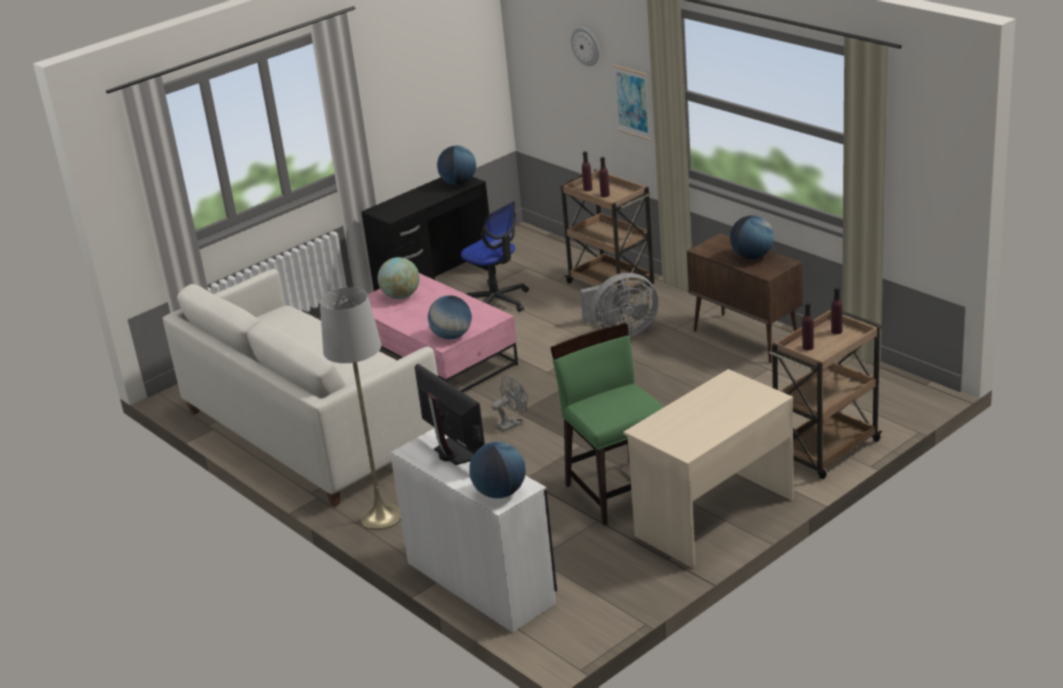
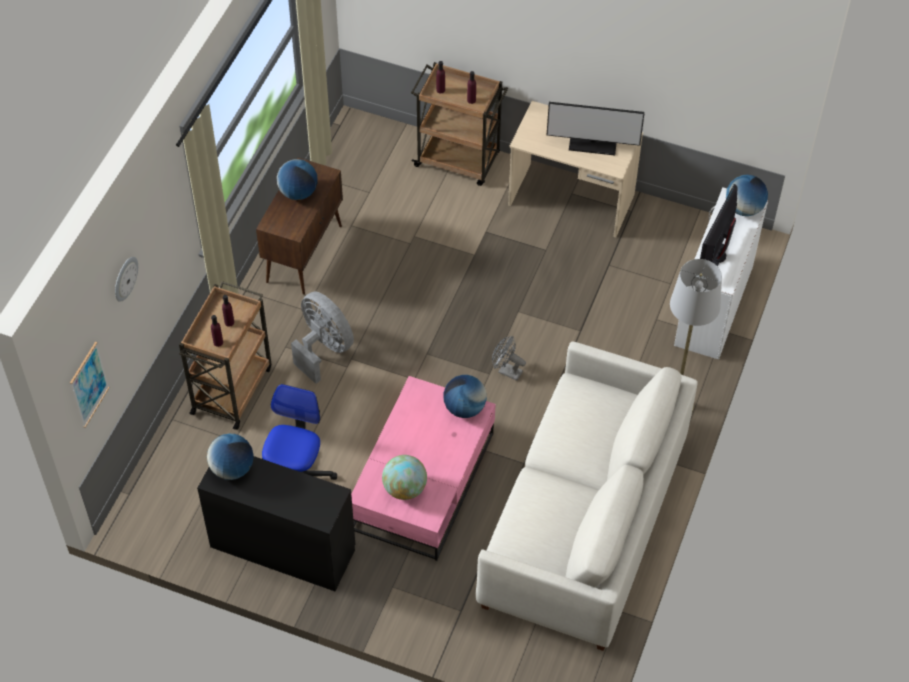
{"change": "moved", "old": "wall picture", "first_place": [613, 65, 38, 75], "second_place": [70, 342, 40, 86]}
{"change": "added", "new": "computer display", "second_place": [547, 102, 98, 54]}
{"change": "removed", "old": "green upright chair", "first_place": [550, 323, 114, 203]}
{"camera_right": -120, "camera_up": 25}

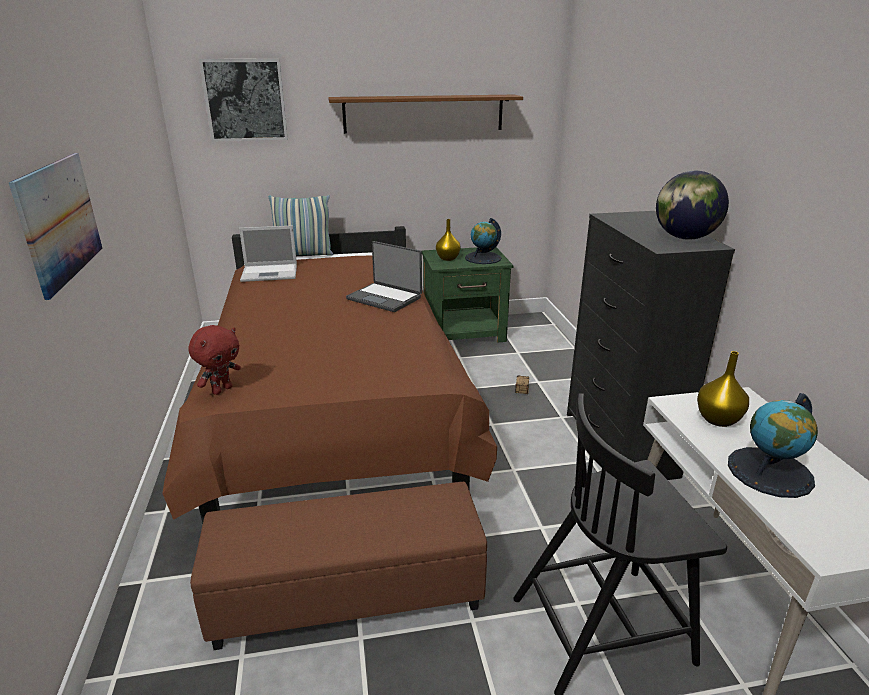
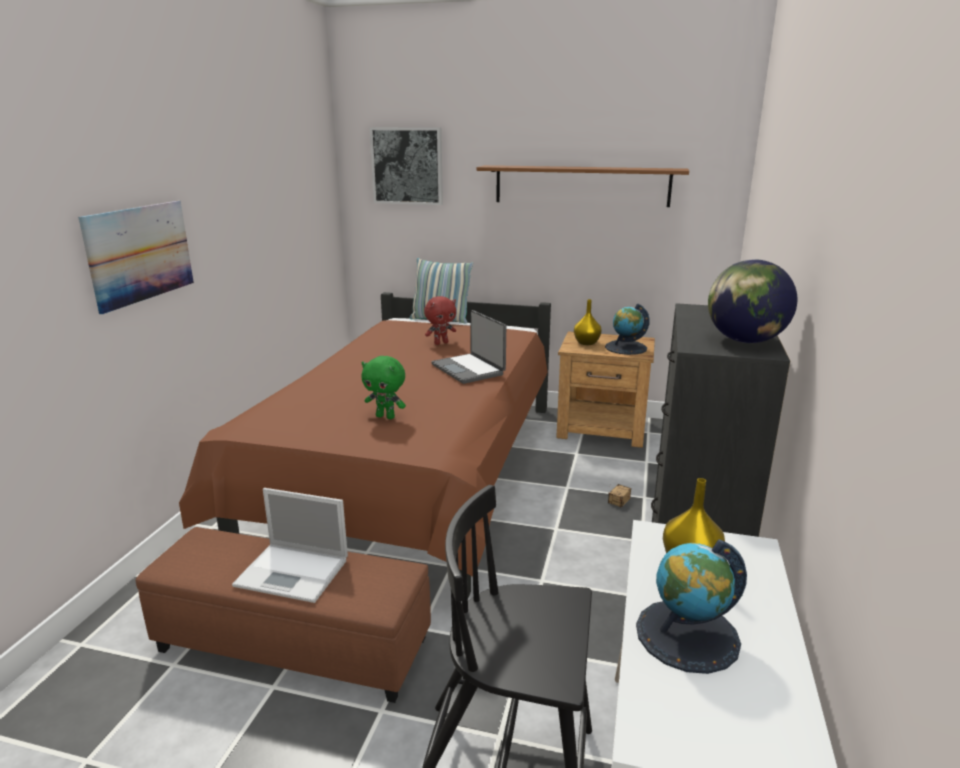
{"change": "moved", "old": "portable computer", "first_place": [239, 226, 58, 56], "second_place": [232, 488, 116, 115]}
{"change": "added", "new": "green plush toy", "second_place": [361, 356, 45, 63]}
{"change": "moved", "old": "reddish plush toy", "first_place": [188, 325, 53, 70], "second_place": [424, 296, 32, 49]}
{"change": "recoloured", "old": "green bedside table", "new": "brown bedside table", "first_place": [422, 247, 91, 96], "second_place": [556, 331, 99, 117]}
{"camera_right": 25, "camera_up": -5}

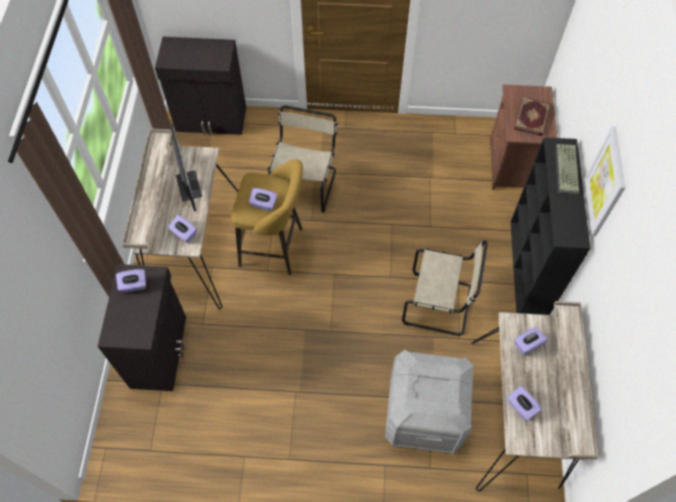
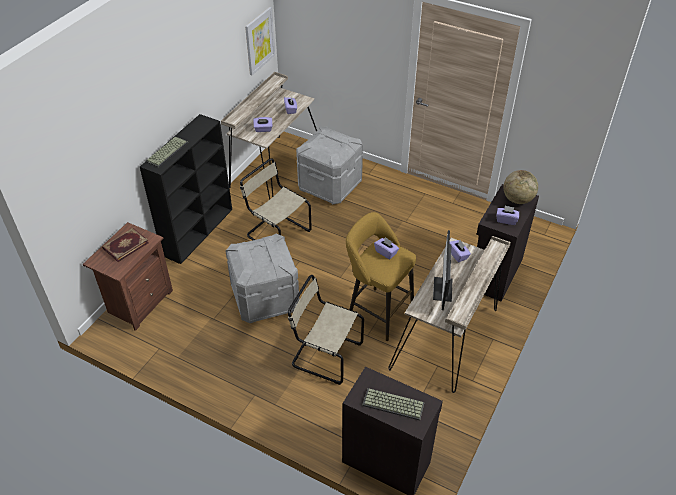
{"change": "added", "new": "greyish storage box", "second_place": [226, 233, 73, 90]}
{"change": "moved", "old": "wall picture", "first_place": [585, 126, 40, 110], "second_place": [245, 7, 30, 68]}
{"change": "turned", "old": "beige upright chair", "first_place": [268, 105, 70, 108], "second_place": [288, 275, 76, 110], "degrees": 75}
{"change": "added", "new": "keyboard", "second_place": [362, 388, 62, 33]}
{"change": "added", "new": "world globe", "second_place": [503, 170, 35, 34]}
{"camera_right": -155, "camera_up": -15}

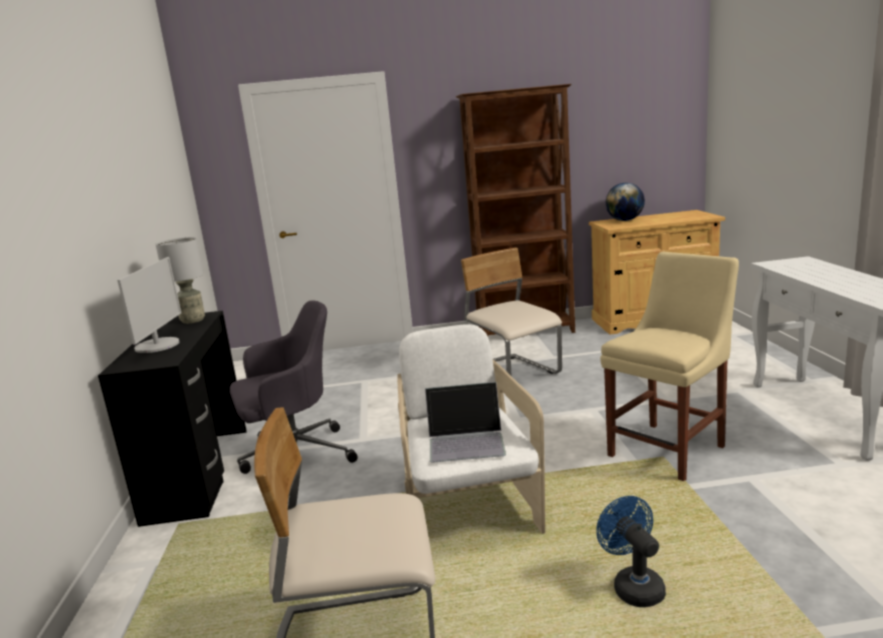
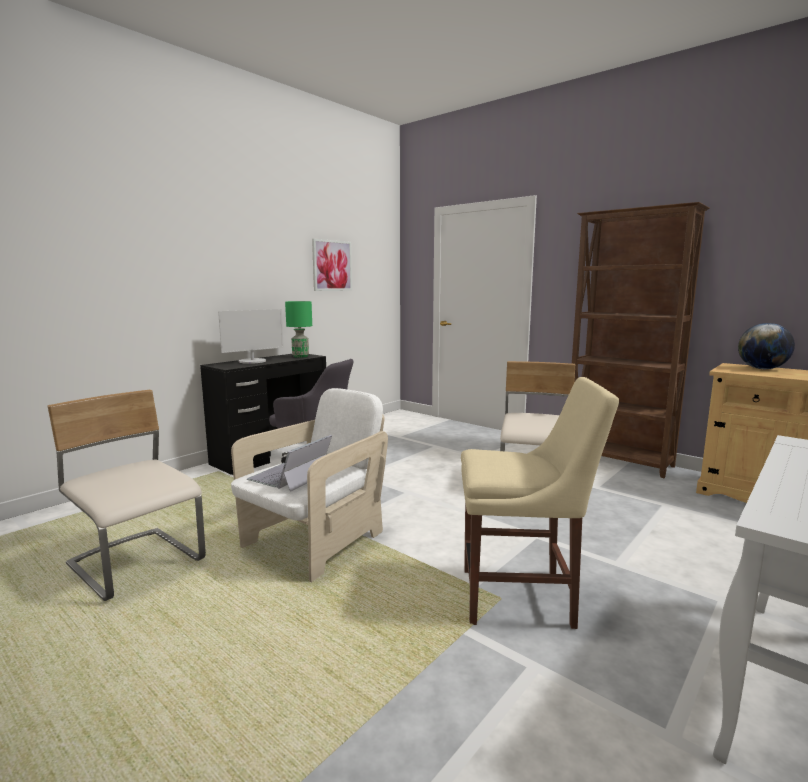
{"change": "turned", "old": "portable computer", "first_place": [425, 382, 81, 81], "second_place": [247, 435, 85, 57], "degrees": 75}
{"change": "recoloured", "old": "greyish table lamp", "new": "green table lamp", "first_place": [155, 237, 50, 87], "second_place": [285, 301, 27, 57]}
{"change": "added", "new": "wall picture", "second_place": [312, 239, 40, 52]}
{"change": "removed", "old": "blue fan", "first_place": [596, 496, 70, 111]}
{"camera_right": 45, "camera_up": -5}

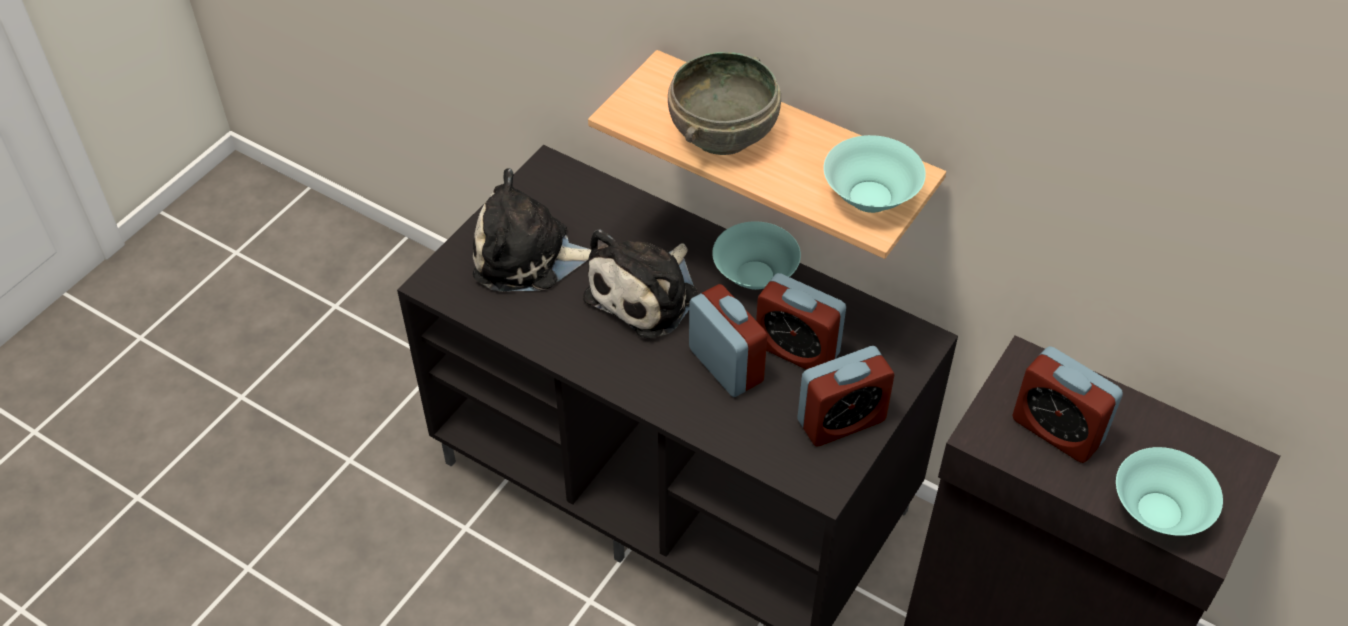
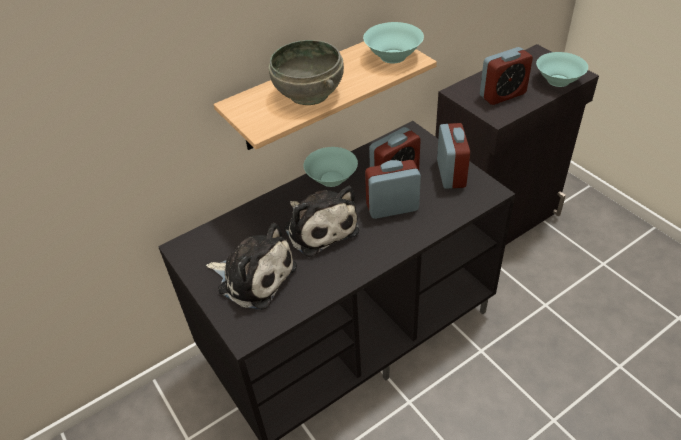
{"change": "turned", "old": "plush toy", "first_place": [473, 168, 118, 123], "second_place": [206, 223, 91, 87], "degrees": -90}
{"camera_right": -65, "camera_up": -5}

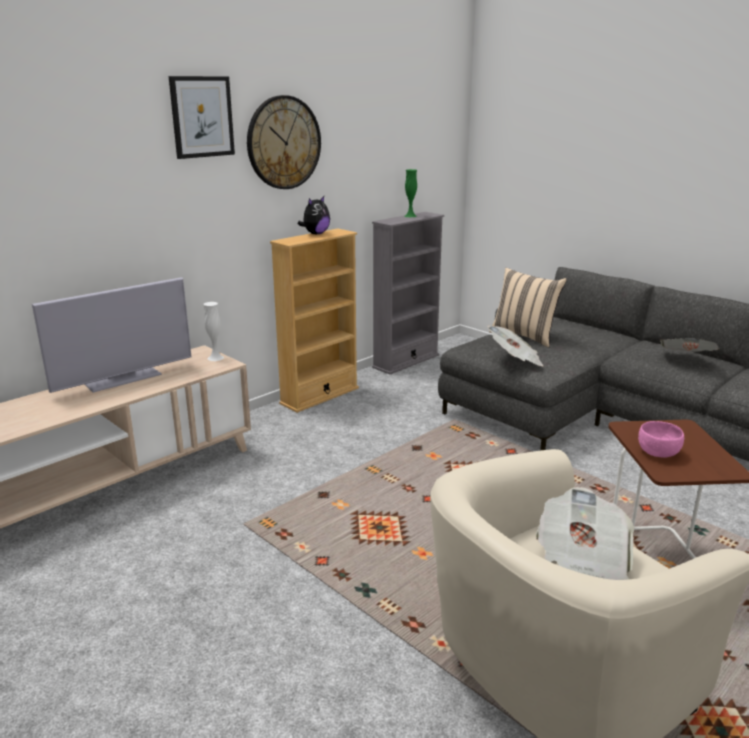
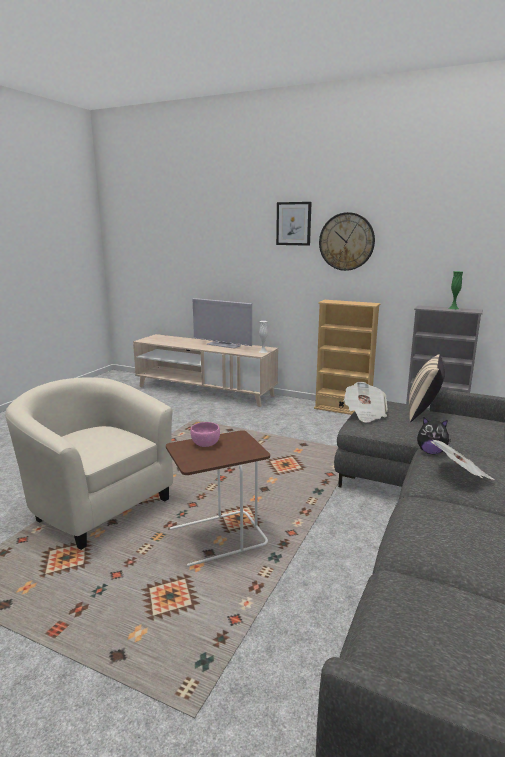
{"change": "moved", "old": "plush toy", "first_place": [298, 196, 32, 38], "second_place": [417, 418, 34, 36]}
{"change": "removed", "old": "printed paper", "first_place": [536, 487, 98, 93]}
{"camera_right": 70, "camera_up": -5}

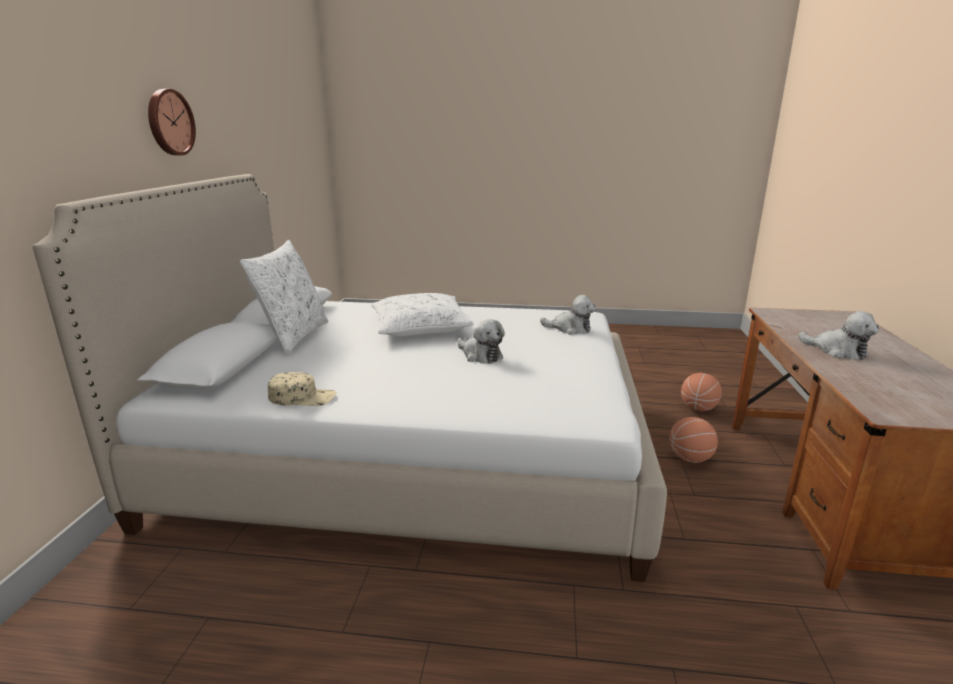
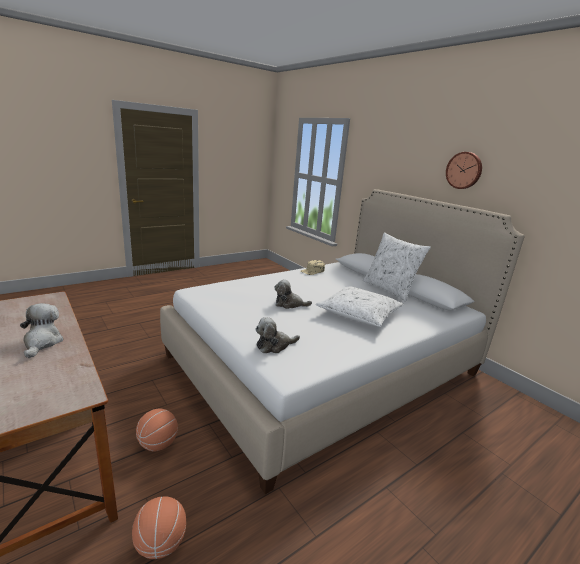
{"change": "turned", "old": "plush toy", "first_place": [799, 311, 80, 49], "second_place": [20, 303, 44, 55], "degrees": 75}
{"camera_right": 135, "camera_up": 0}

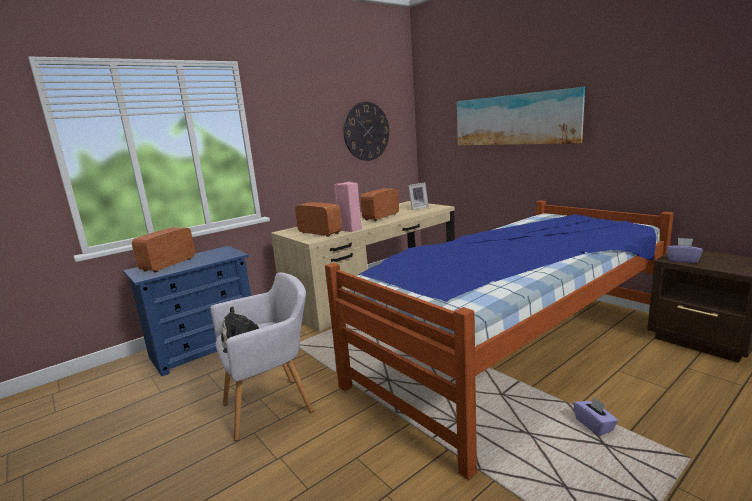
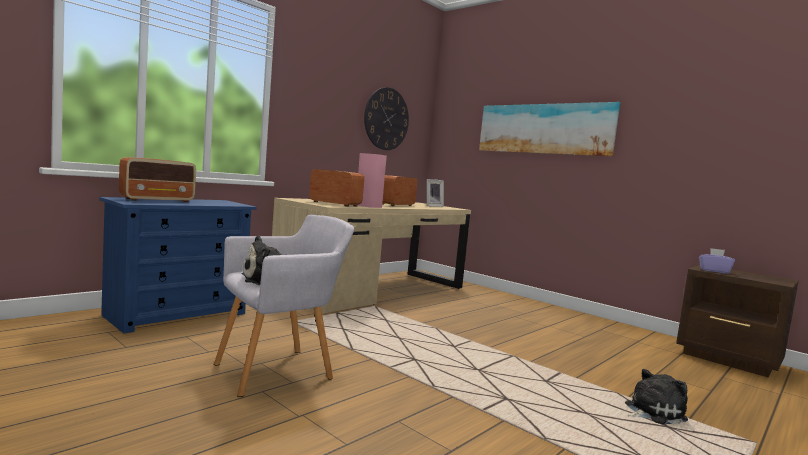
{"change": "turned", "old": "radio set", "first_place": [132, 227, 63, 46], "second_place": [119, 157, 77, 45], "degrees": -150}
{"change": "replaced", "old": "purplish box of tissues", "new": "plush toy", "first_place": [573, 396, 45, 40], "second_place": [625, 369, 63, 55]}
{"change": "removed", "old": "sleeping bed", "first_place": [325, 200, 349, 280]}
{"camera_right": -10, "camera_up": -10}

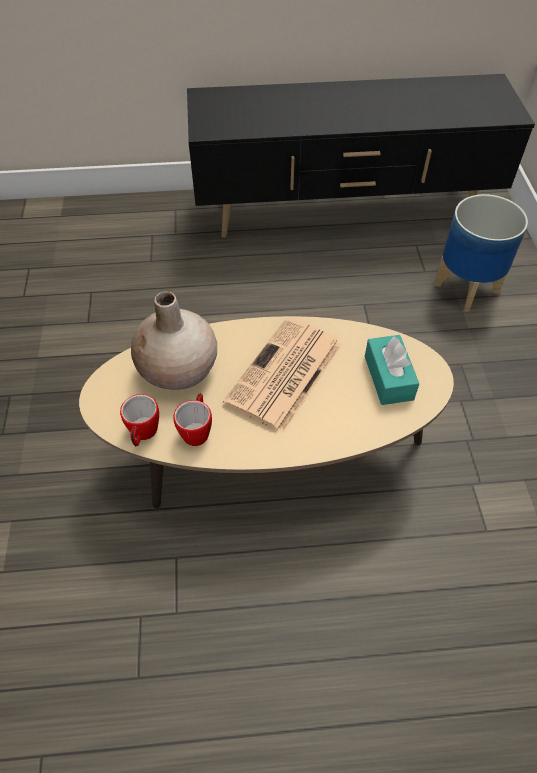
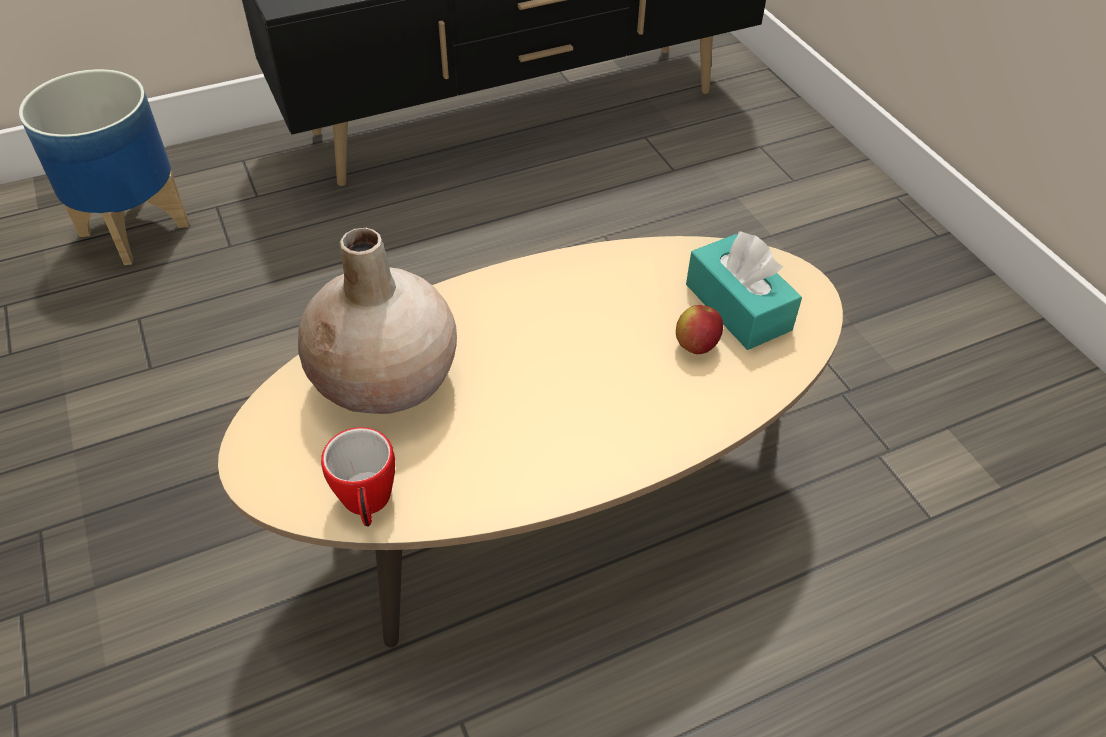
{"change": "moved", "old": "plant pot", "first_place": [434, 194, 94, 118], "second_place": [19, 69, 170, 196]}
{"change": "added", "new": "apple fruit", "second_place": [676, 305, 47, 49]}
{"change": "removed", "old": "mug", "first_place": [173, 393, 39, 53]}
{"change": "removed", "old": "printed paper", "first_place": [223, 317, 119, 116]}
{"camera_right": -20, "camera_up": -5}

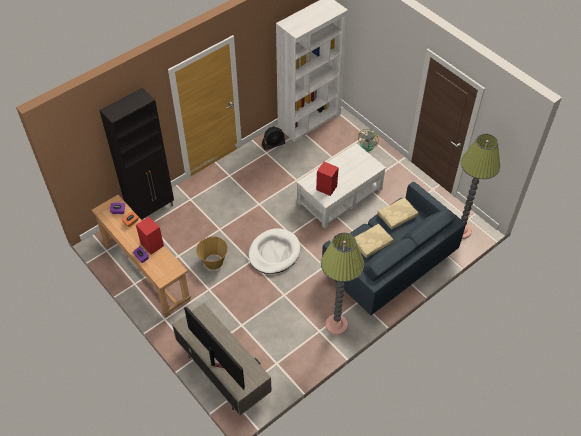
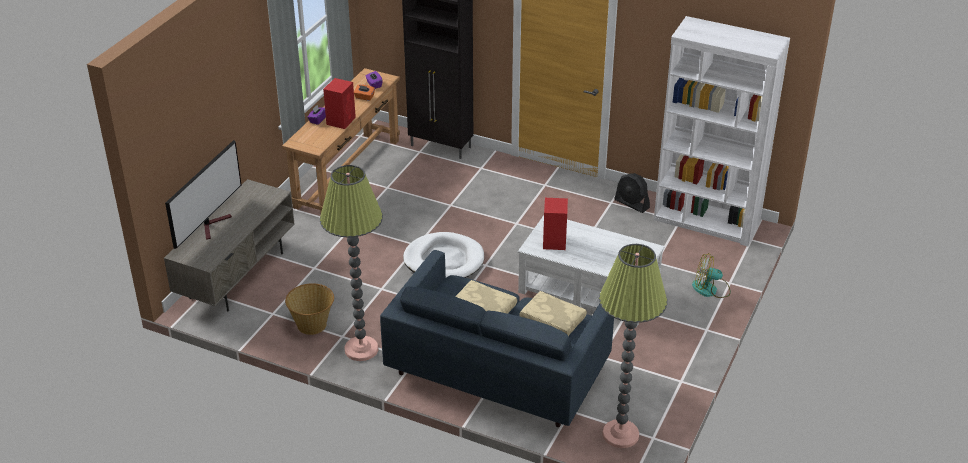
{"change": "moved", "old": "household basket", "first_place": [196, 236, 32, 34], "second_place": [285, 283, 49, 52]}
{"camera_right": 65, "camera_up": -15}

